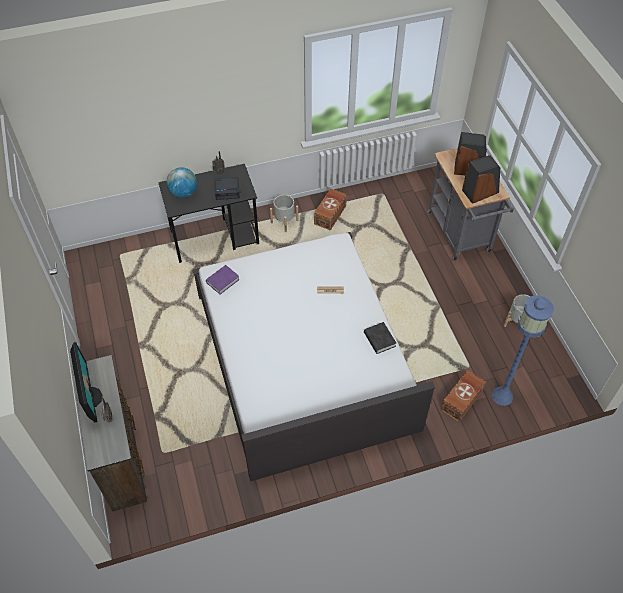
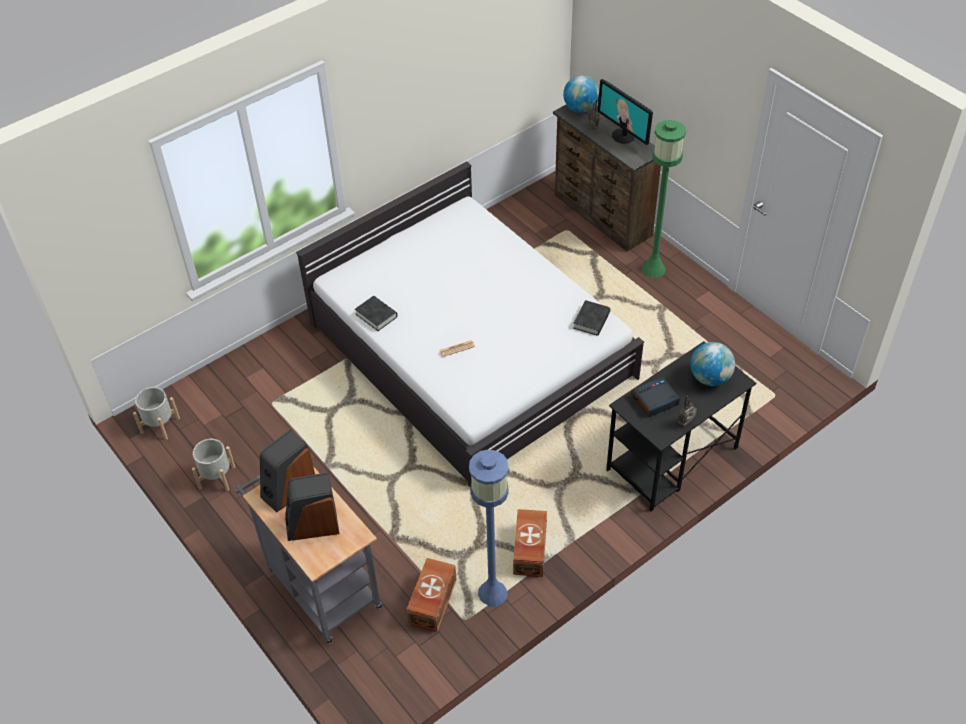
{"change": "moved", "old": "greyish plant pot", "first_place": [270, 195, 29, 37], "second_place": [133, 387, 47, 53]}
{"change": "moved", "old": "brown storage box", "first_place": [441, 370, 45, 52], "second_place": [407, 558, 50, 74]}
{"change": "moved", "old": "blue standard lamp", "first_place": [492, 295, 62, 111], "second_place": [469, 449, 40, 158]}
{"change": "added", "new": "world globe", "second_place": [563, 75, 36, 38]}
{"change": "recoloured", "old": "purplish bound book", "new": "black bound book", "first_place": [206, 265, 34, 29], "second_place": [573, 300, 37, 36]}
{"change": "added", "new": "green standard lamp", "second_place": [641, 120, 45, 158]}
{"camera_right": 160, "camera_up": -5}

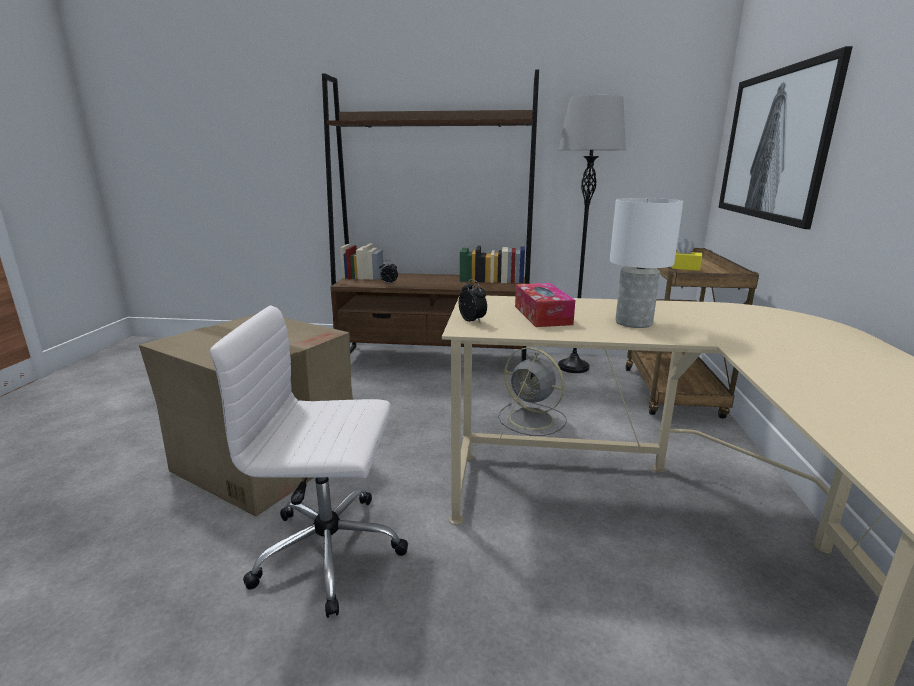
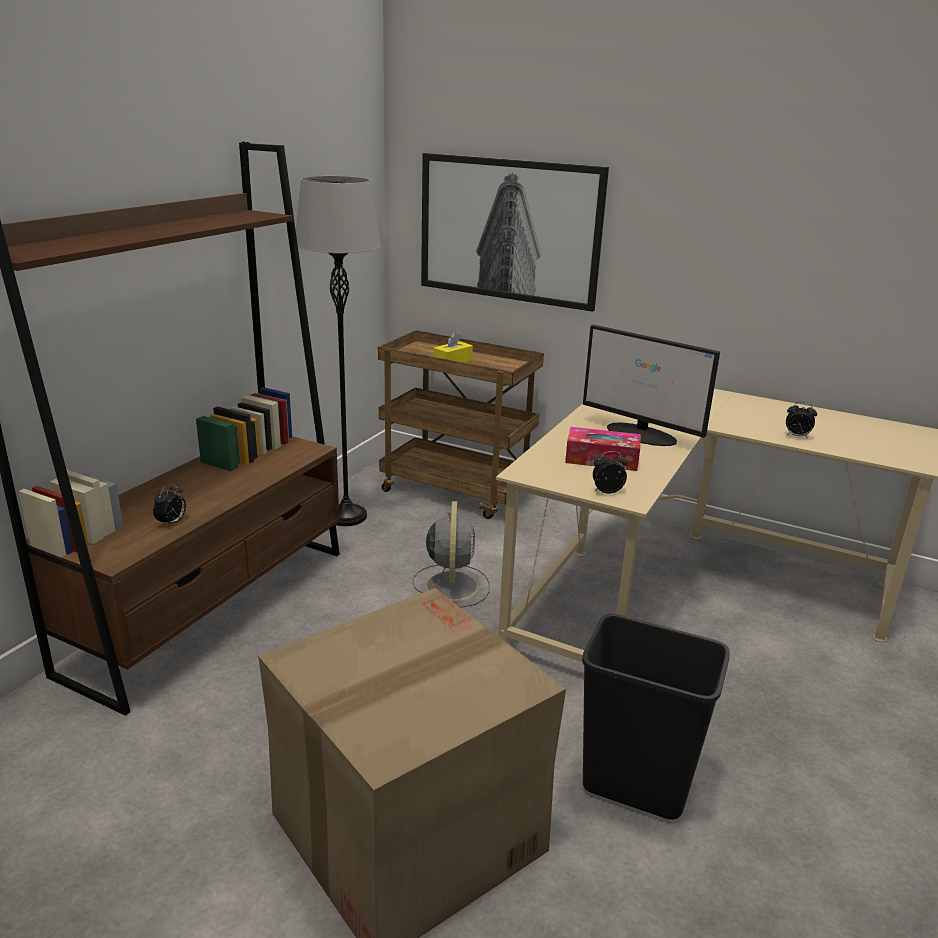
{"change": "turned", "old": "greyish fan", "first_place": [498, 347, 69, 89], "second_place": [413, 501, 77, 107], "degrees": -60}
{"change": "replaced", "old": "white computer chair", "new": "black rubbish bin", "first_place": [210, 305, 198, 313], "second_place": [582, 614, 148, 206]}
{"change": "replaced", "old": "white table lamp", "new": "computer display", "first_place": [610, 198, 73, 130], "second_place": [583, 325, 137, 121]}
{"change": "added", "new": "alarm clock", "second_place": [786, 401, 31, 38]}
{"camera_right": -70, "camera_up": 5}

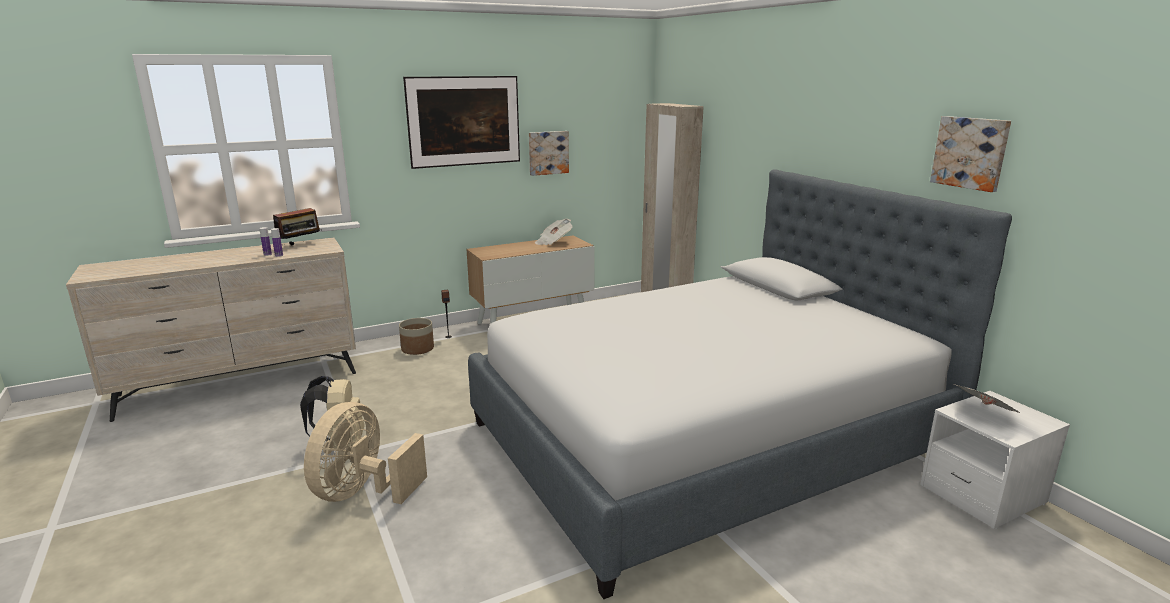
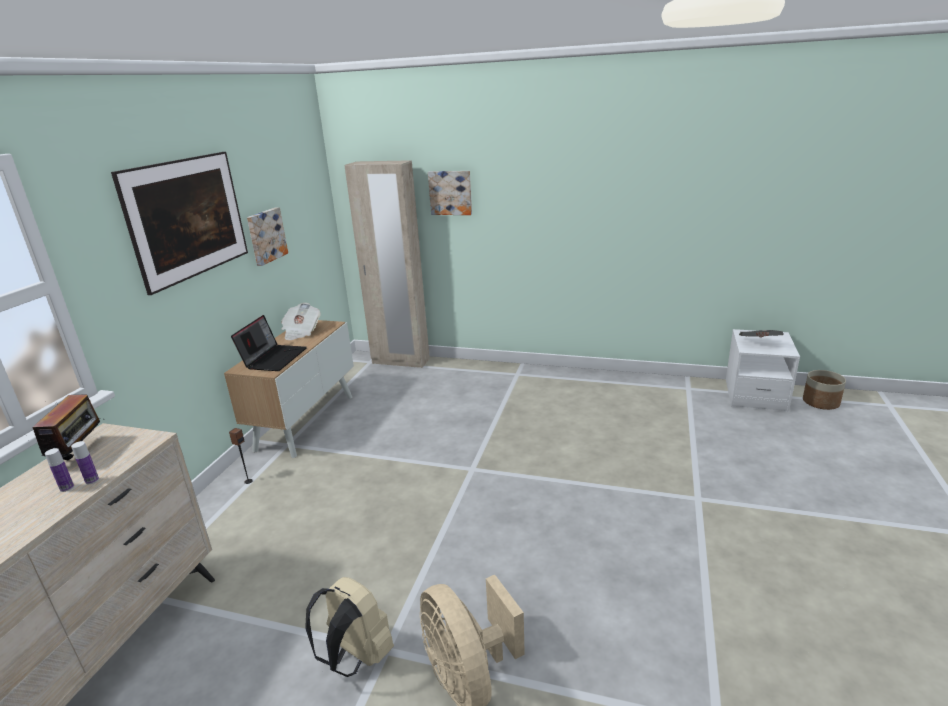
{"change": "added", "new": "portable computer", "second_place": [231, 315, 76, 56]}
{"change": "moved", "old": "wall picture", "first_place": [930, 116, 81, 76], "second_place": [428, 171, 44, 44]}
{"change": "moved", "old": "plant pot", "first_place": [399, 318, 35, 37], "second_place": [803, 370, 43, 40]}
{"change": "removed", "old": "sleeping bed", "first_place": [468, 169, 544, 430]}
{"camera_right": -45, "camera_up": 5}

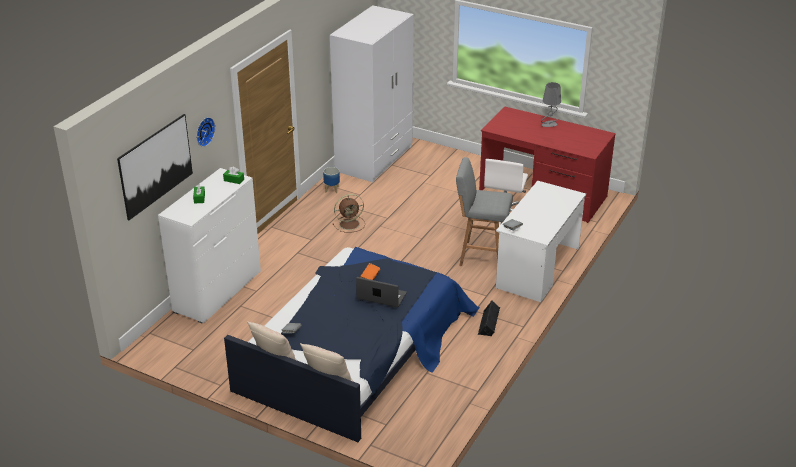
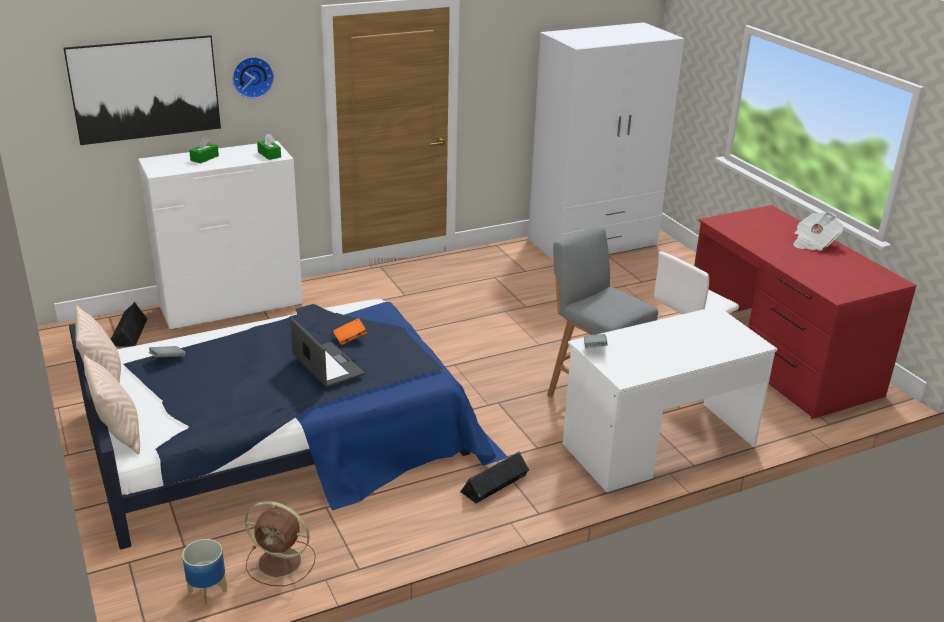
{"change": "added", "new": "black audio speaker", "second_place": [110, 302, 38, 45]}
{"change": "moved", "old": "plant pot", "first_place": [323, 167, 17, 26], "second_place": [182, 539, 45, 67]}
{"change": "moved", "old": "brown fan", "first_place": [333, 194, 32, 39], "second_place": [245, 501, 71, 85]}
{"change": "replaced", "old": "greyish table lamp", "new": "printed paper", "first_place": [541, 82, 20, 45], "second_place": [793, 212, 50, 39]}
{"camera_right": 35, "camera_up": -5}

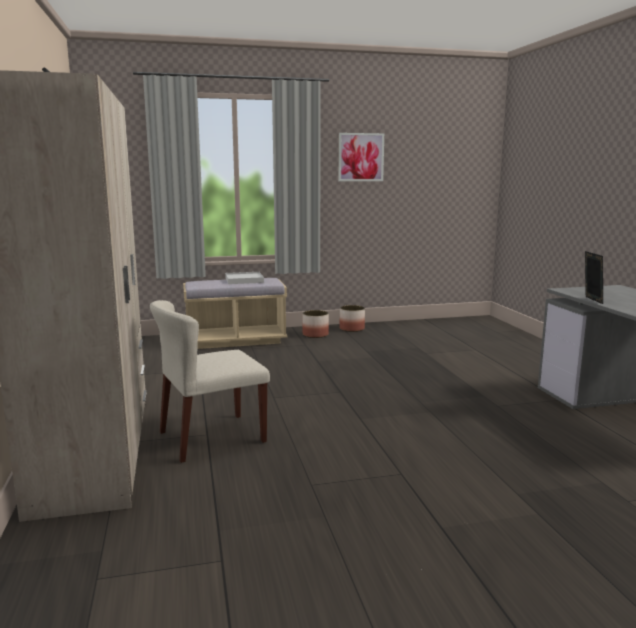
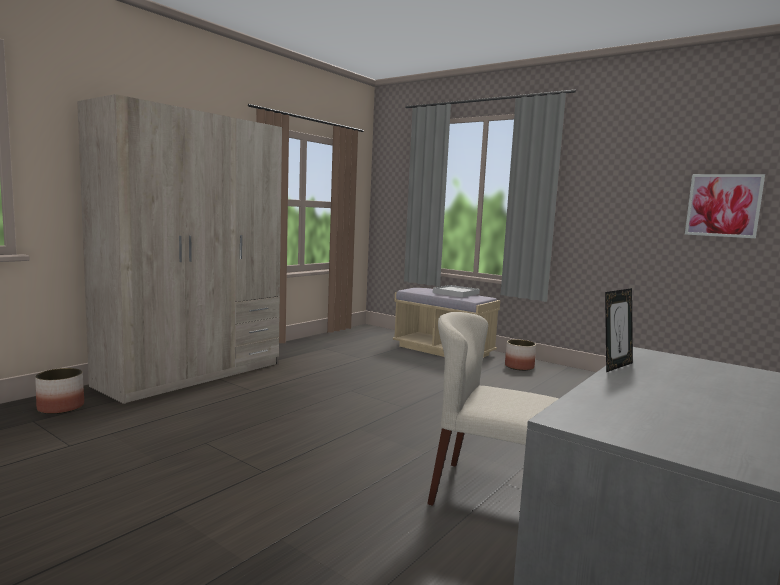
{"change": "moved", "old": "plant pot", "first_place": [339, 305, 26, 27], "second_place": [35, 368, 49, 46]}
{"change": "moved", "old": "beige upright chair", "first_place": [150, 300, 120, 163], "second_place": [427, 312, 132, 194]}
{"change": "moved", "old": "wall picture", "first_place": [338, 133, 46, 48], "second_place": [685, 174, 80, 64]}
{"camera_right": 50, "camera_up": -5}

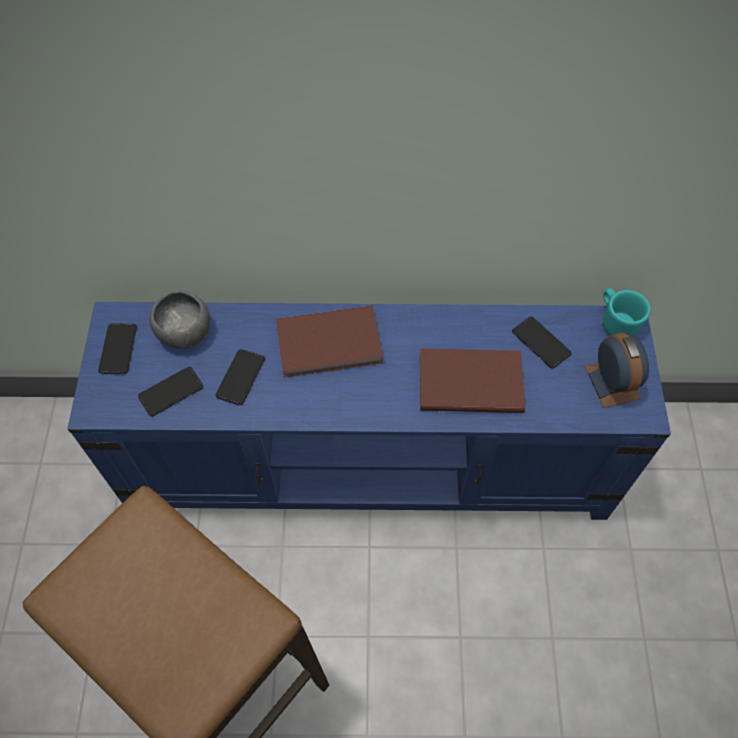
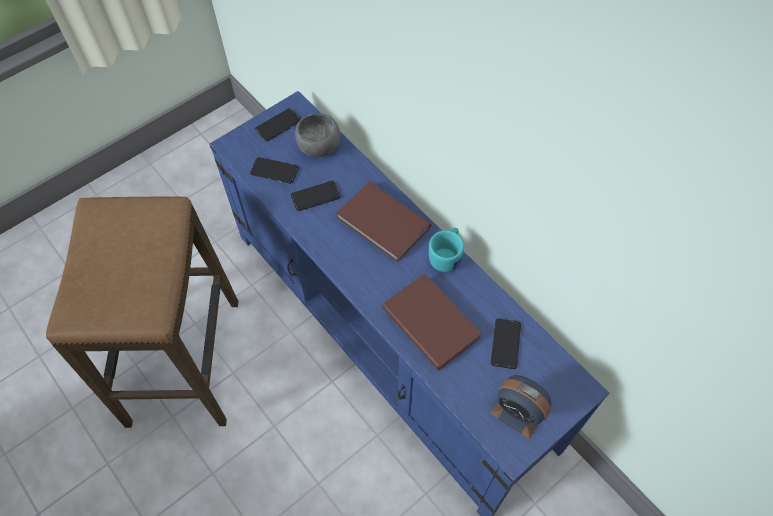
{"change": "moved", "old": "turquoise-coloured mug", "first_place": [603, 288, 48, 48], "second_place": [429, 228, 35, 44]}
{"change": "turned", "old": "alarm clock", "first_place": [585, 333, 64, 75], "second_place": [490, 375, 62, 64], "degrees": 90}
{"camera_right": 50, "camera_up": 0}

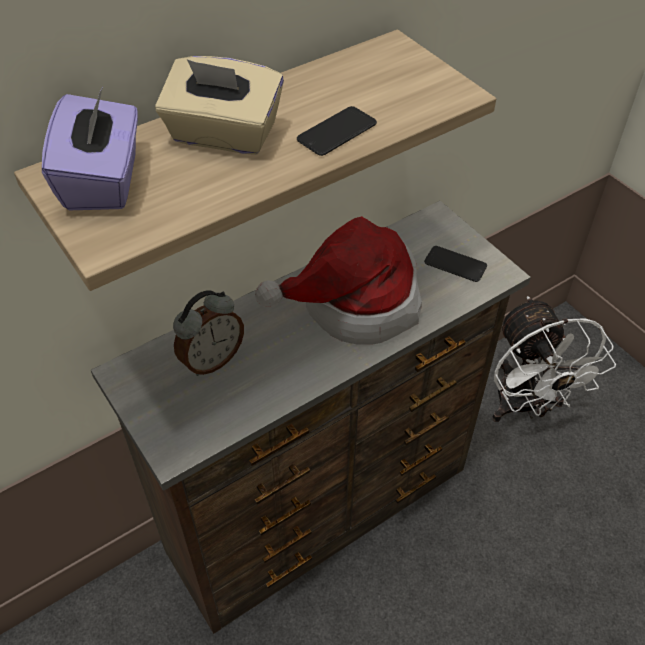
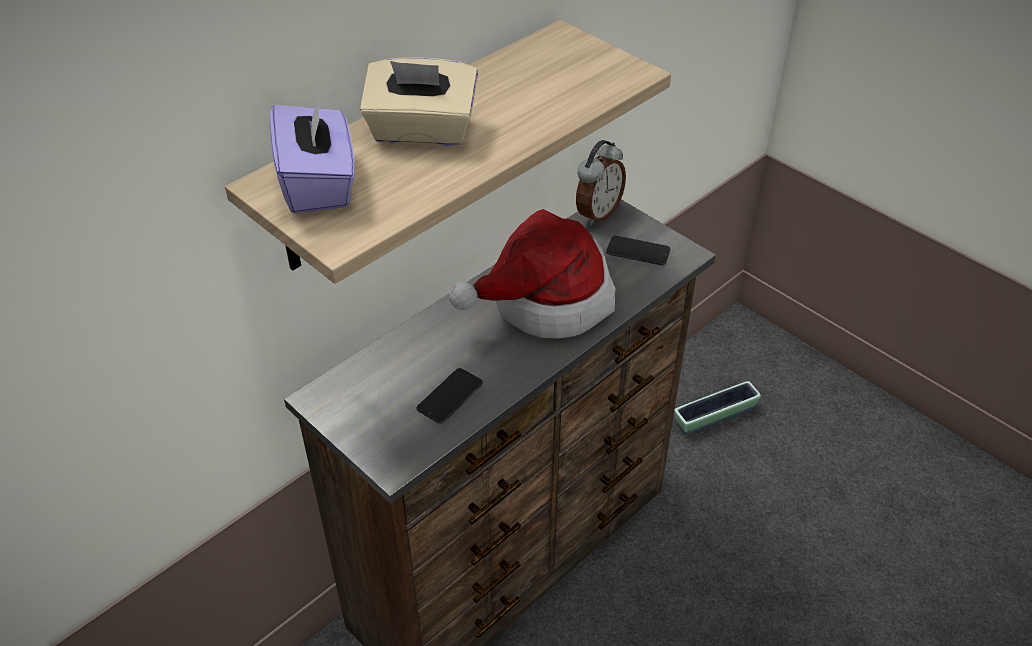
{"change": "moved", "old": "telephone", "first_place": [297, 106, 80, 50], "second_place": [417, 368, 66, 56]}
{"change": "moved", "old": "alarm clock", "first_place": [173, 290, 71, 86], "second_place": [576, 140, 50, 86]}
{"change": "replaced", "old": "white fan", "new": "plant pot", "first_place": [492, 296, 124, 126], "second_place": [674, 381, 87, 54]}
{"camera_right": -10, "camera_up": -5}

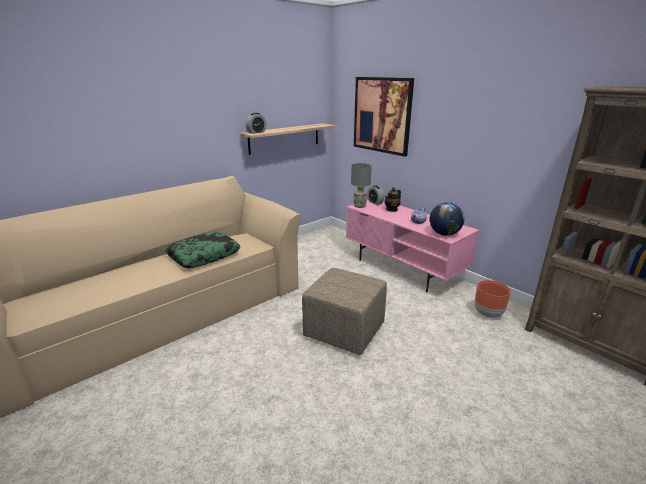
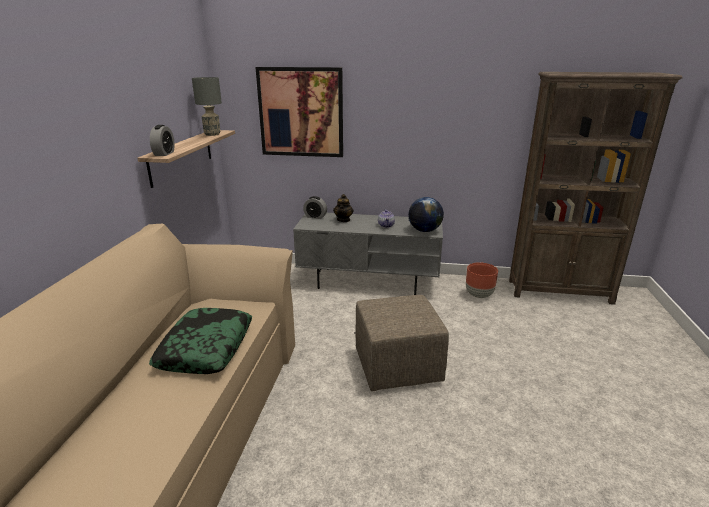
{"change": "moved", "old": "greyish table lamp", "first_place": [351, 163, 21, 45], "second_place": [192, 77, 30, 59]}
{"change": "recoloured", "old": "pinkish media console", "new": "greyish media console", "first_place": [346, 200, 133, 92], "second_place": [293, 213, 150, 82]}
{"camera_right": -40, "camera_up": 0}

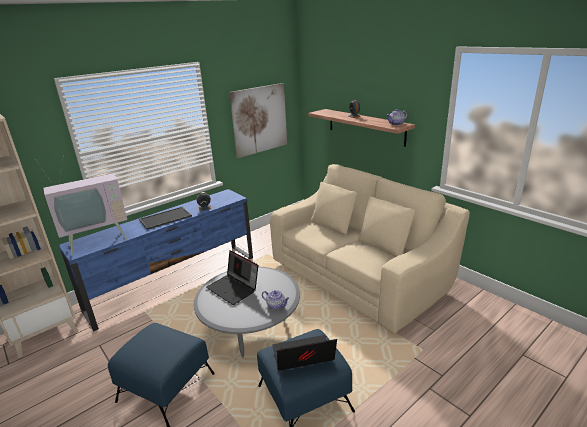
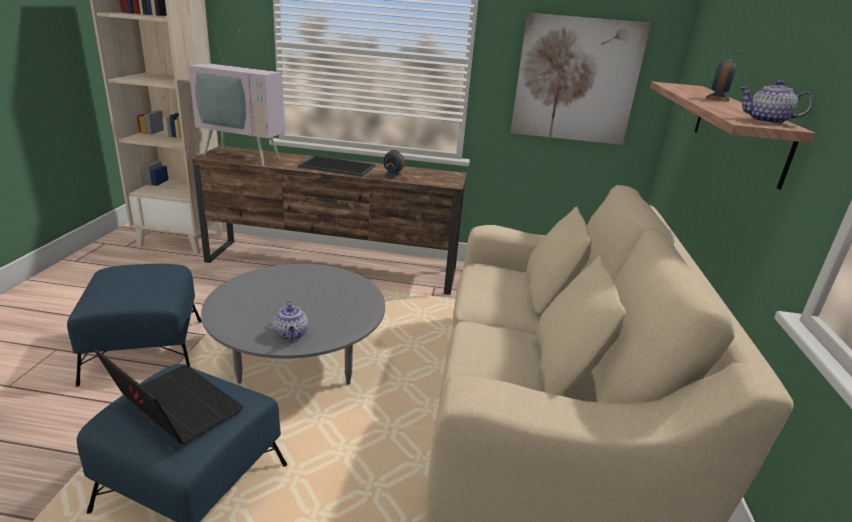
{"change": "recoloured", "old": "blue media console", "new": "brown media console", "first_place": [58, 189, 195, 143], "second_place": [192, 146, 274, 149]}
{"change": "removed", "old": "portable computer", "first_place": [206, 250, 52, 55]}
{"camera_right": 45, "camera_up": 0}

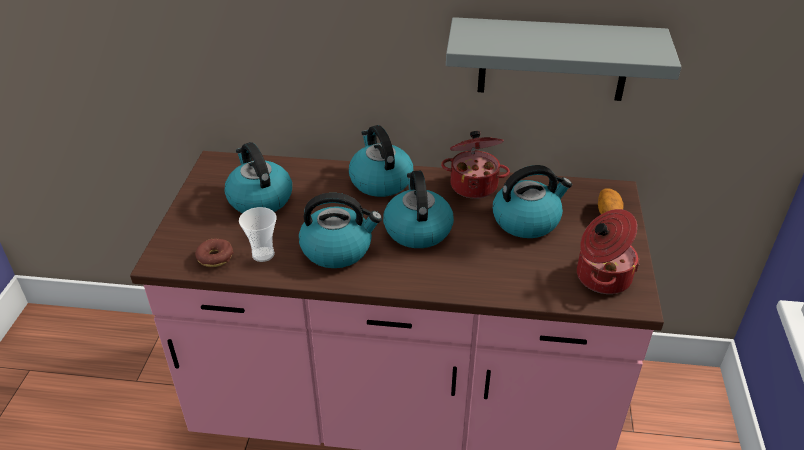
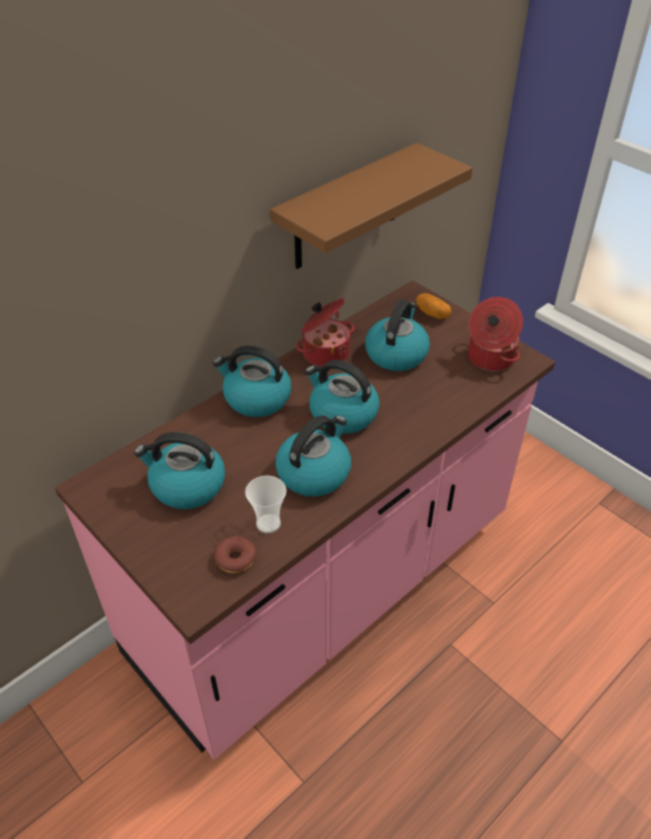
{"change": "recoloured", "old": "greyish shelf", "new": "brown shelf", "first_place": [446, 17, 235, 84], "second_place": [270, 143, 203, 126]}
{"camera_right": -50, "camera_up": 5}

